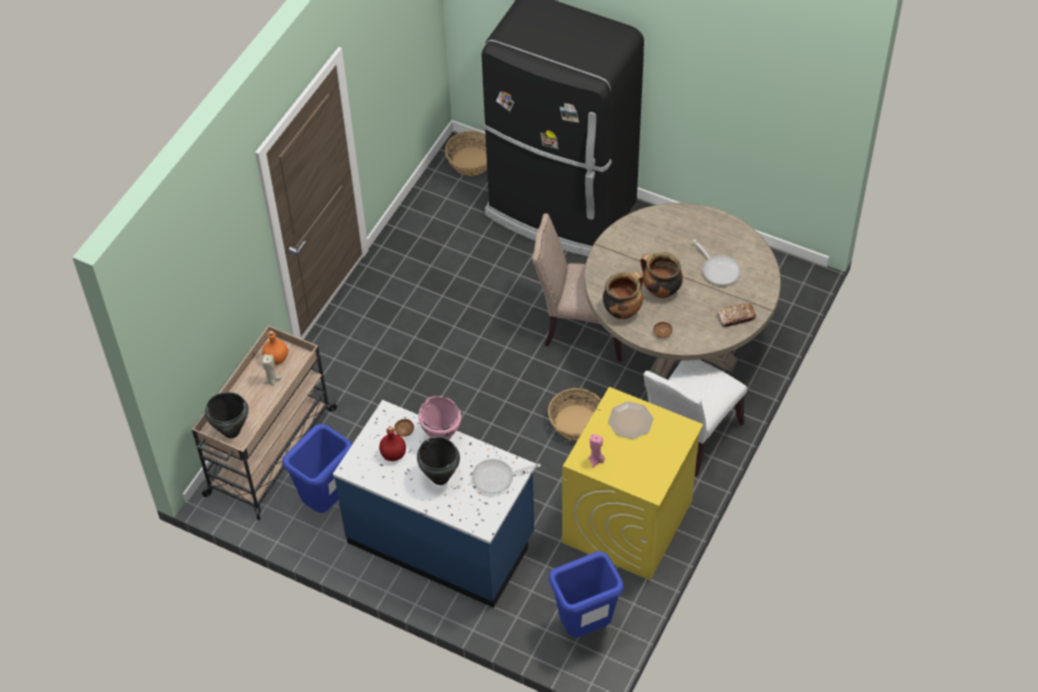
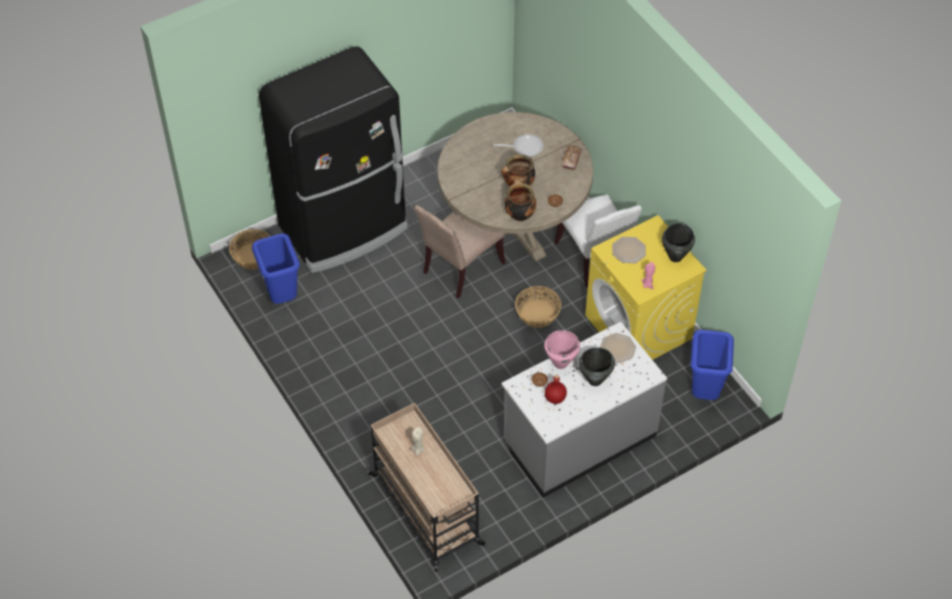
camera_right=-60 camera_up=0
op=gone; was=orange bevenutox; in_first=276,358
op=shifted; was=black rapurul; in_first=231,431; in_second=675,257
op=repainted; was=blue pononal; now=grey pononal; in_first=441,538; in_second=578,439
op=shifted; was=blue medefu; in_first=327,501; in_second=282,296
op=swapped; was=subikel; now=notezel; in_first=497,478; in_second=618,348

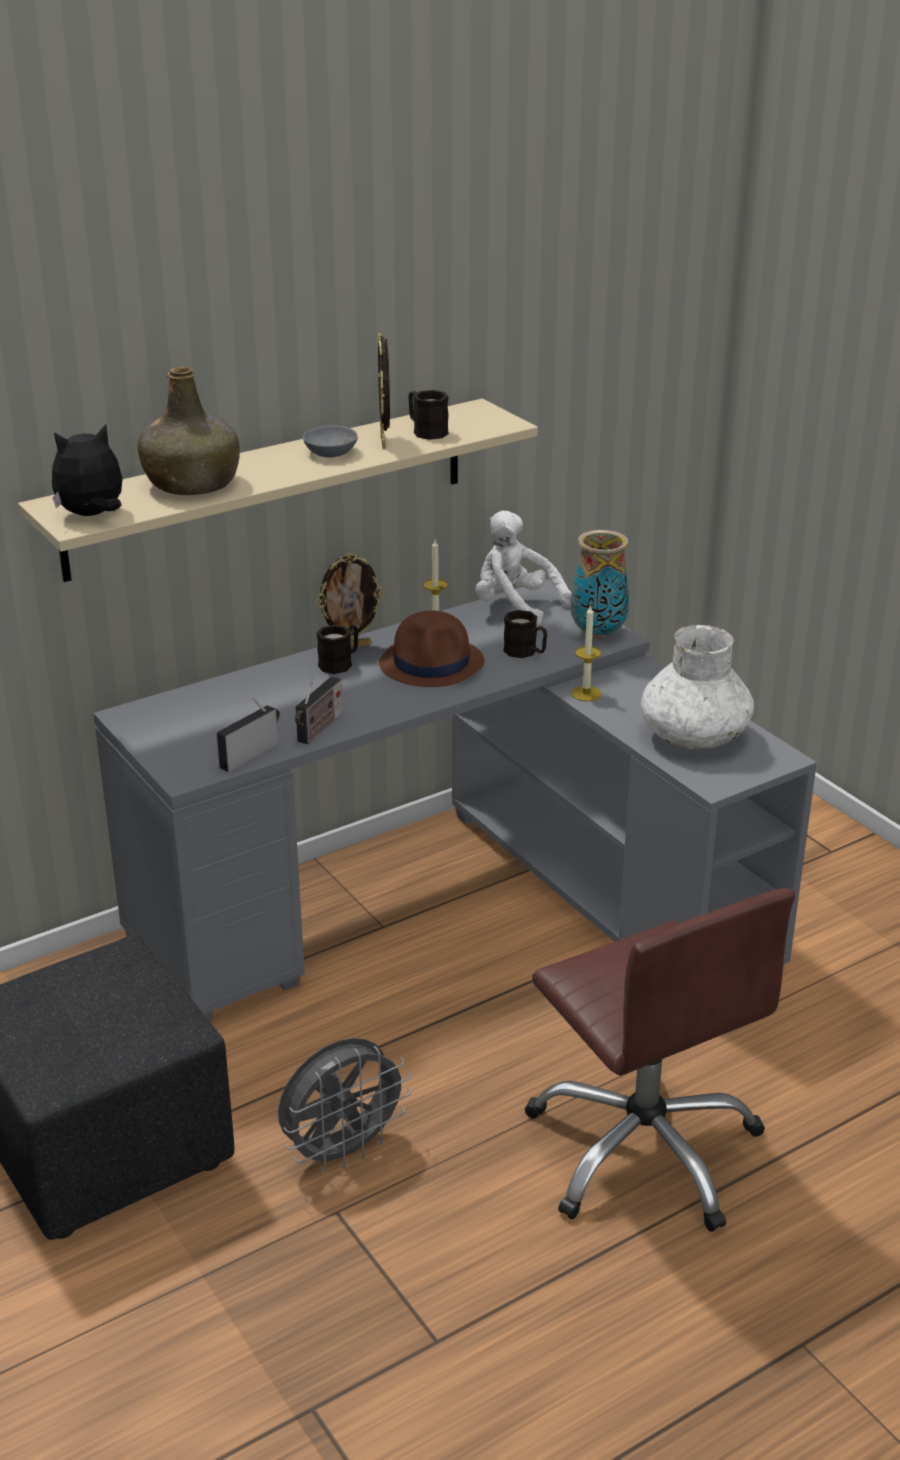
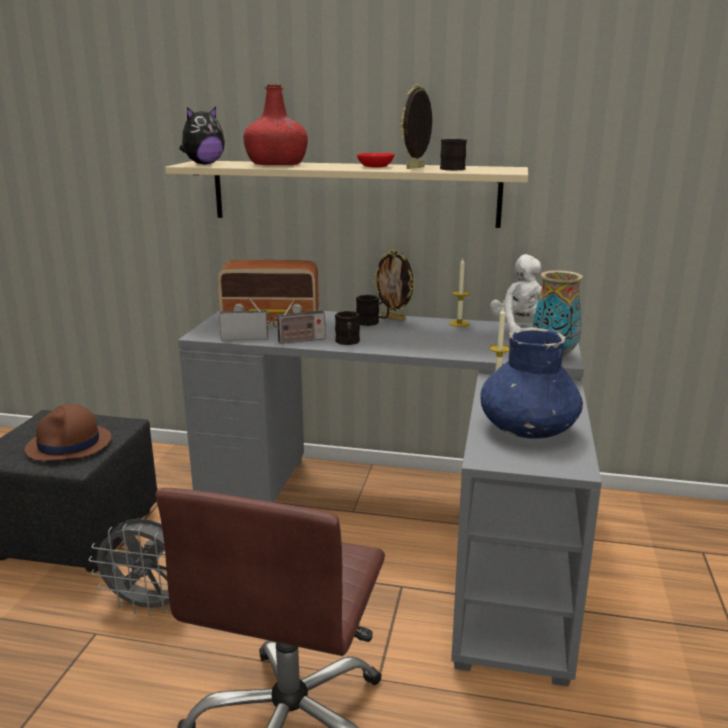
camera_right=45 camera_up=-10
op=repainted; was=green bevenutox; now=red bevenutox; in_first=192,483; in_second=277,164
op=rotated; was=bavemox; in_first=92,515; in_second=203,164; clockwise=120
op=repainted; was=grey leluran; now=red leluran; in_first=329,452; in_second=375,166
op=shifted; was=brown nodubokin; in_first=432,664; in_second=69,445
op=shifted; was=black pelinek; in_first=525,652; in_second=348,342
op=repainted; was=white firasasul; now=blue firasasul; in_first=694,737; in_second=527,429
op=new; now=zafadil; in_second=272,322

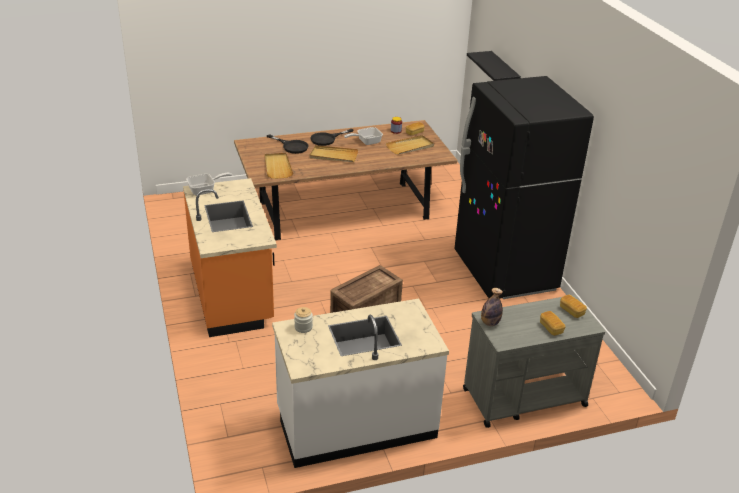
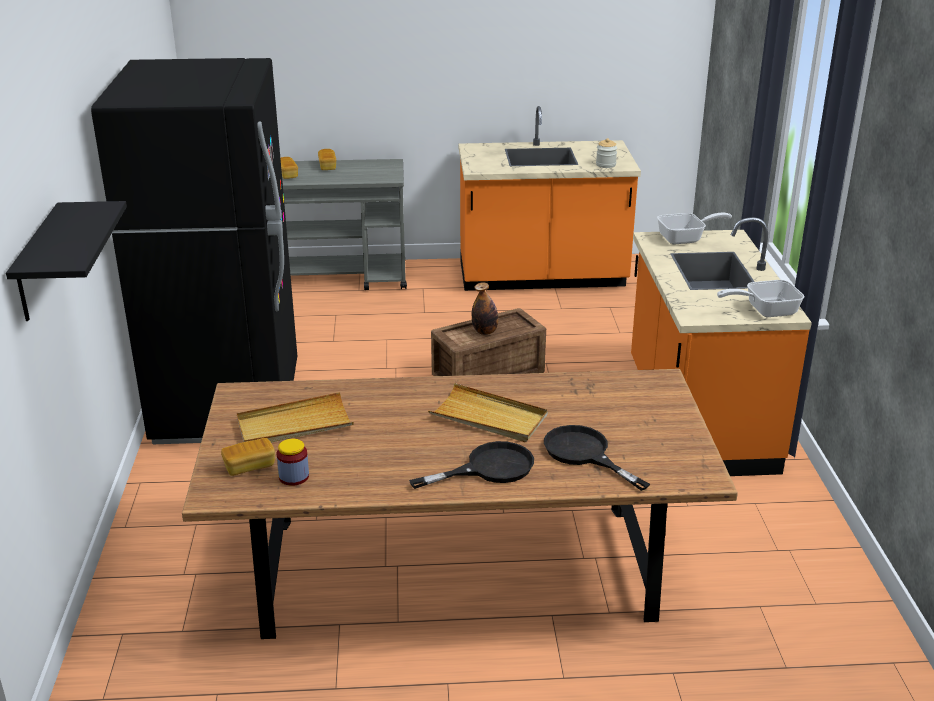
camera_right=-165 camera_up=-5
op=shifted; was=subikel; in_first=366,142; in_second=685,239
op=gone; was=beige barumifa; in_first=277,167
op=shifted; was=bevenutox; in_first=490,323; in_second=485,332
op=repainted; was=white pononal; now=orange pononal; in_first=356,424; in_second=542,277

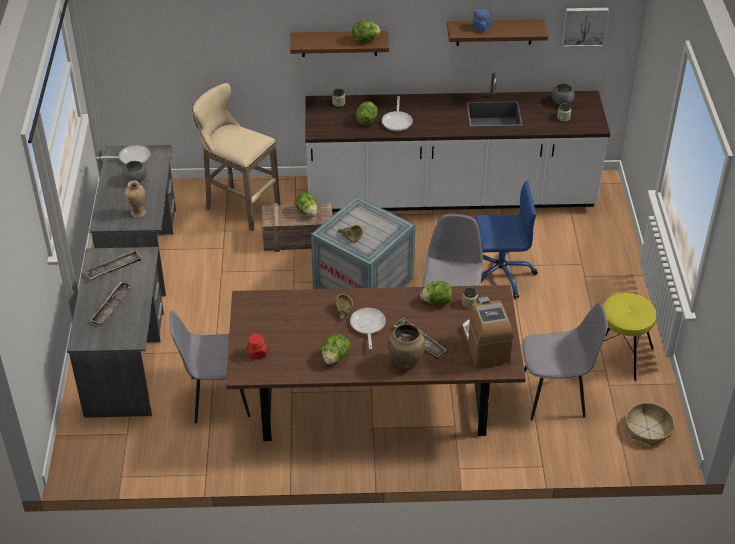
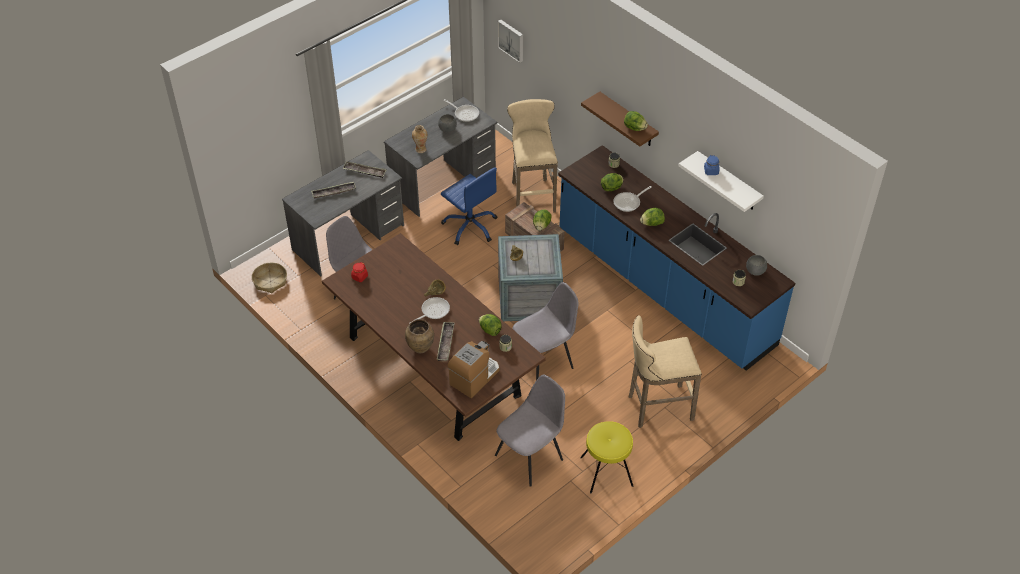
camera_right=50 camera_up=5
op=shifted; was=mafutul; in_first=584,26; in_second=511,40
op=repainted; was=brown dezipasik; now=white dezipasik; in_first=494,32; in_second=728,182
op=repainted; was=white pononal; now=blue pononal; in_first=450,196; in_second=663,288
op=shifted; was=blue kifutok; in_first=500,274; in_second=470,226
op=rotated; was=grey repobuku; in_first=555,395; in_second=530,456; clockwise=-90
op=shifted; was=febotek; in_first=335,357; in_second=652,223
op=shifted; was=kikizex; in_first=647,429; in_second=270,281
op=new; now=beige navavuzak; in_second=657,407

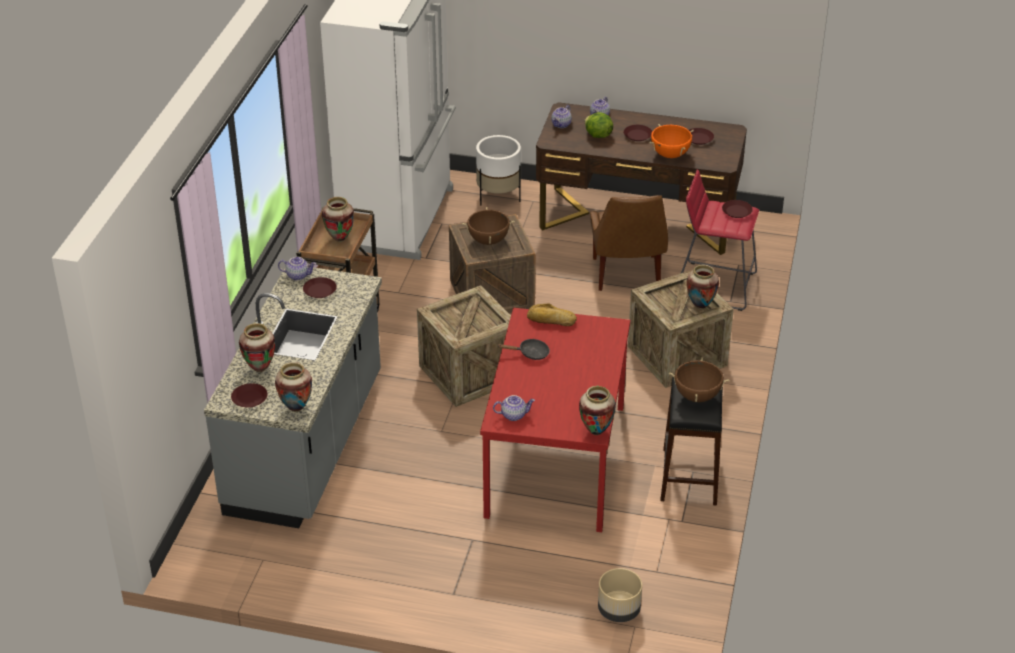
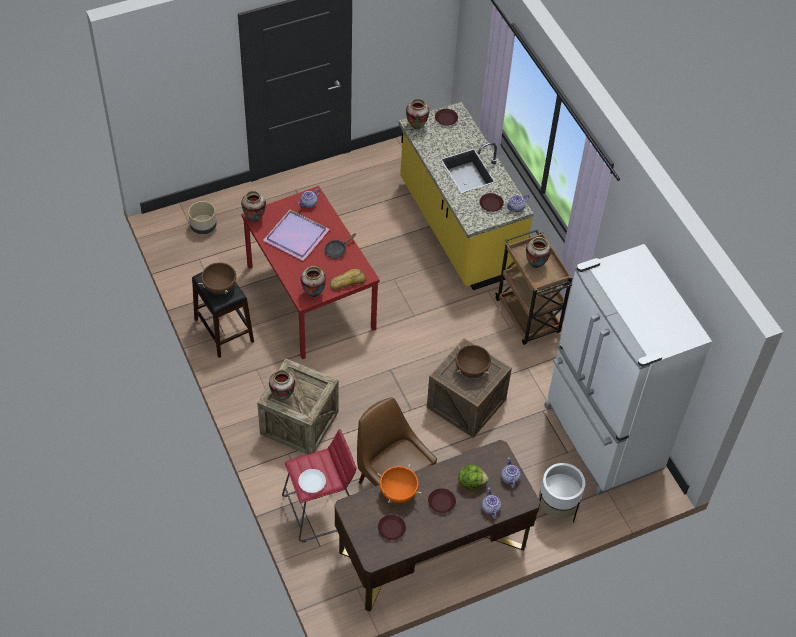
camera_right=140 camera_up=15
op=repainted; was=brown notezel; now=white notezel; in_first=736,211; in_second=312,482
op=repainted; was=grey pononal; now=yellow pononal; in_first=307,445; in_second=458,228
op=gone; was=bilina; in_first=468,373
op=shifted; was=firasasul; in_first=260,368; in_second=313,294
op=new; now=purple barumifa; in_second=296,237

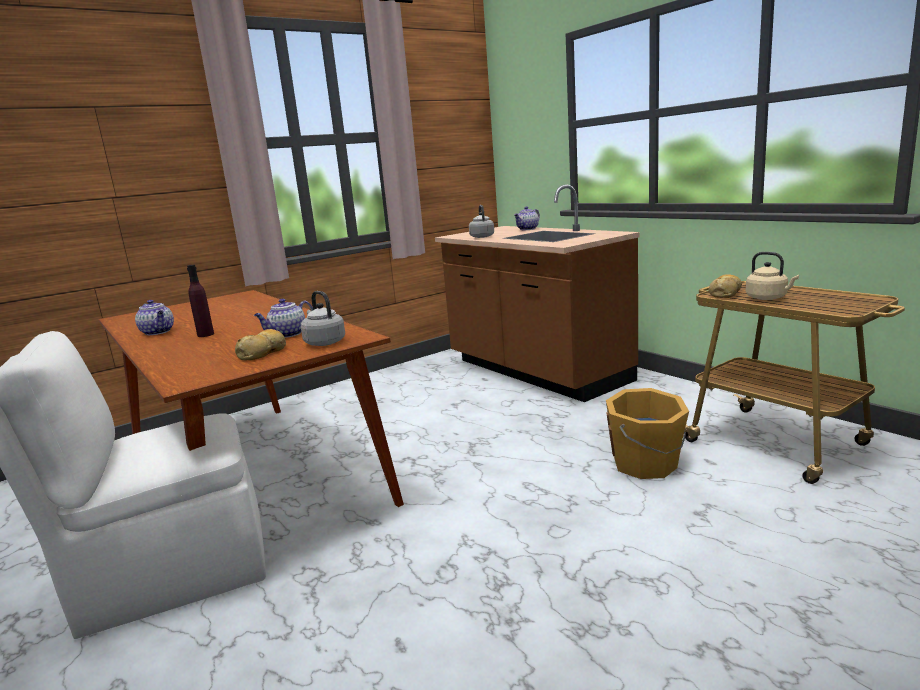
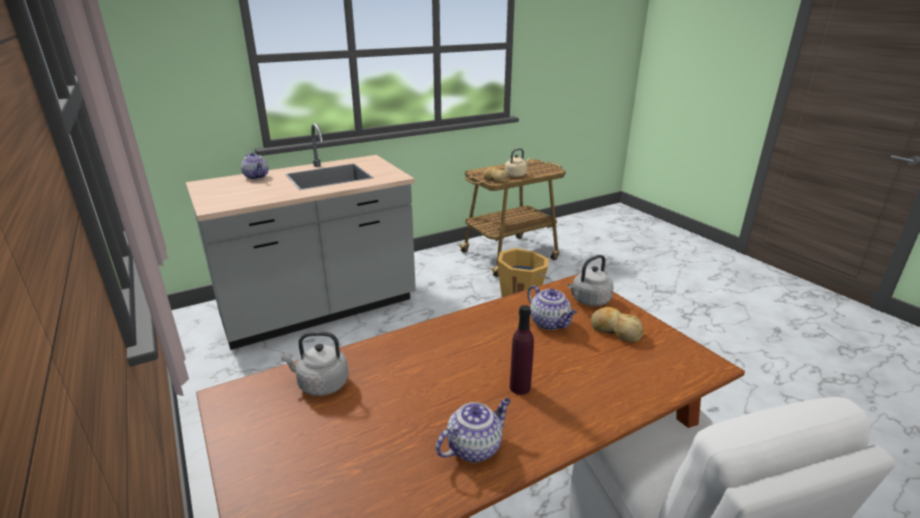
camera_right=-85 camera_up=10
op=repainted; was=brown pononal; now=grey pononal; in_first=536,371; in_second=319,310
op=shifted; was=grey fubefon; in_first=481,236; in_second=320,384

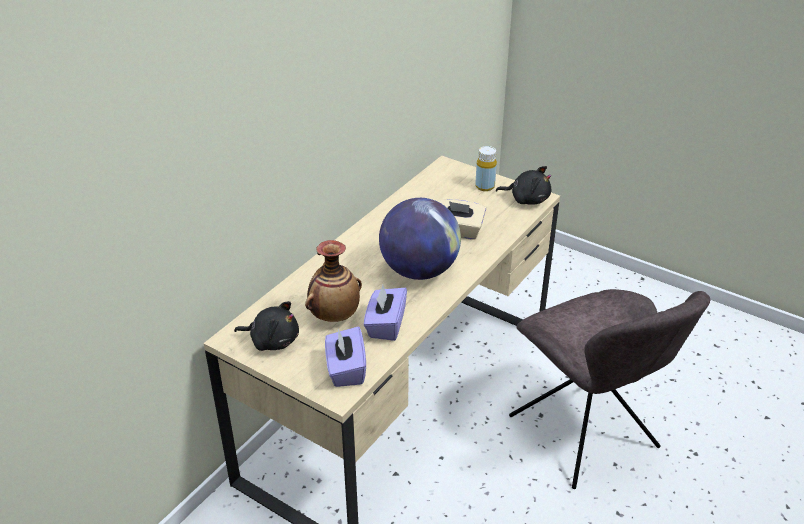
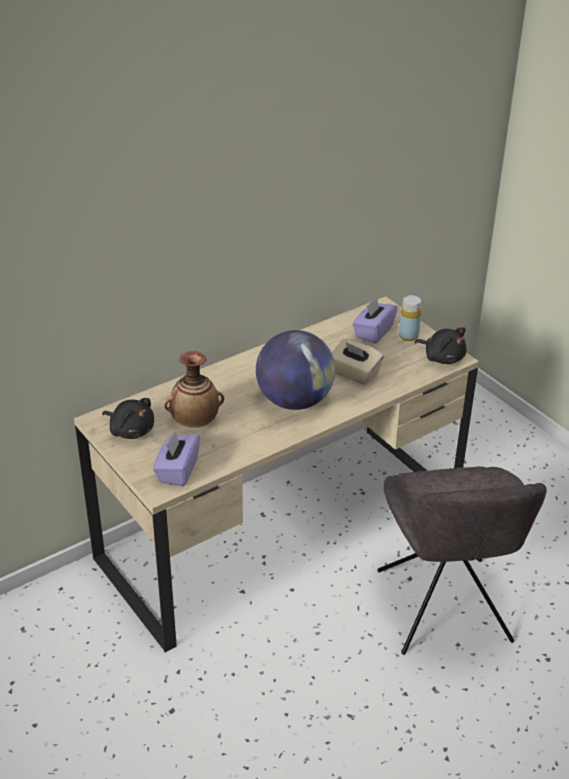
camera_right=20 camera_up=0
op=shifted; was=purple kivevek; in_first=385,325; in_second=373,332

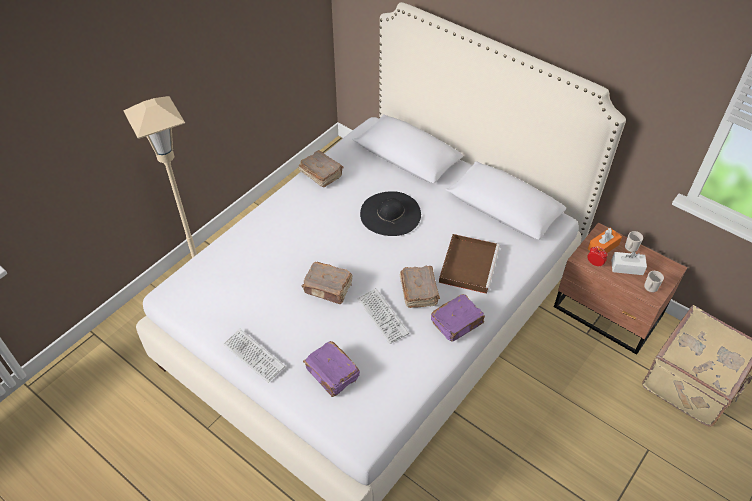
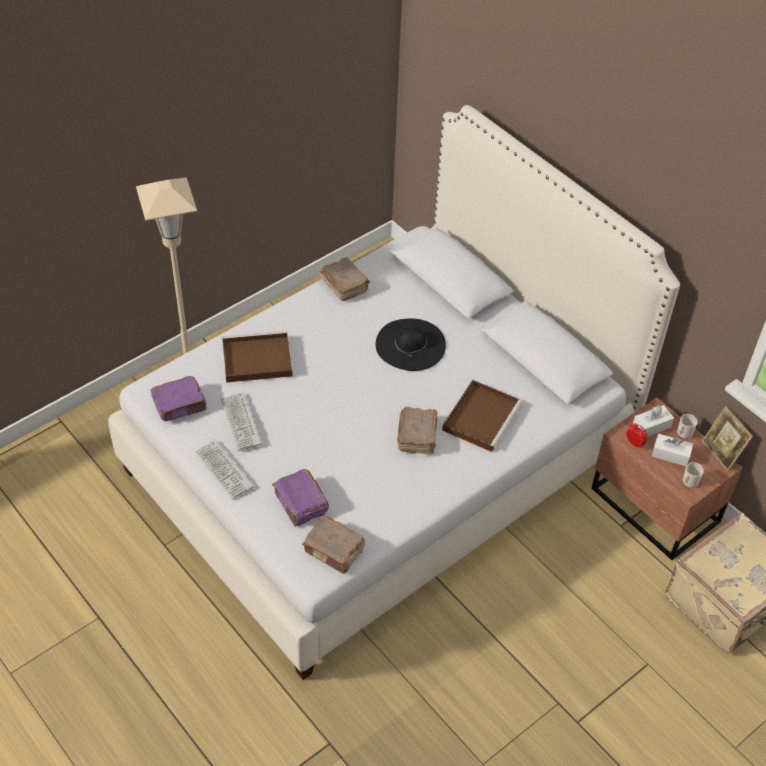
camera_right=10 camera_up=0
op=repainted; was=orange kivevek; now=white kivevek; in_first=603,247; in_second=651,426
op=shifted; was=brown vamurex; in_first=328,288; in_second=334,551
op=shifted; was=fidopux; in_first=382,316; in_second=241,422
op=shifted; was=purple vamurex; in_first=457,323; in_second=180,405
op=new; now=brown barumifa; in_second=255,360
op=new; now=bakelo; in_second=721,453

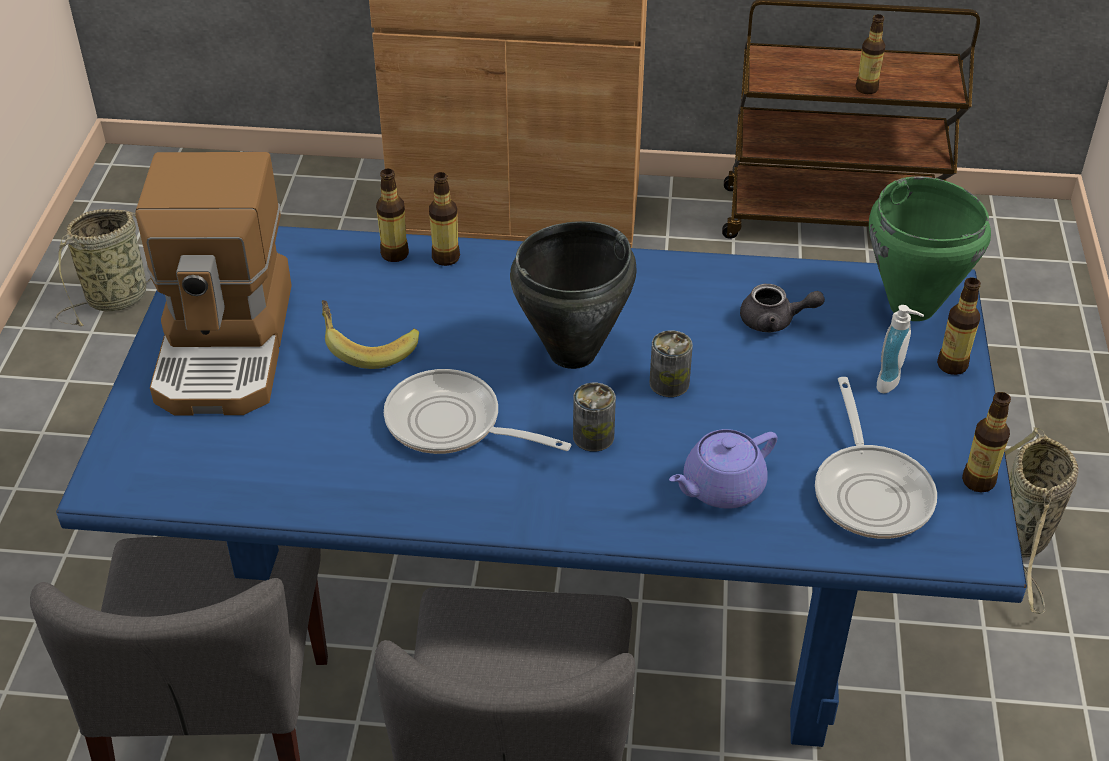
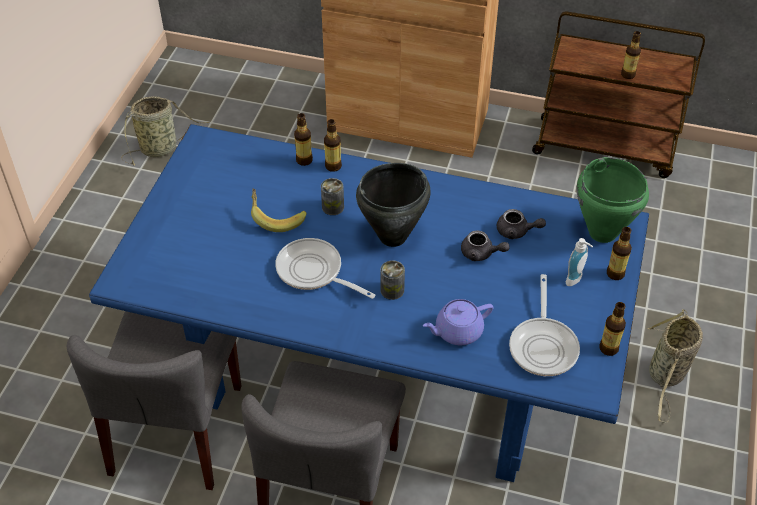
camera_right=10 camera_up=5
op=gone; was=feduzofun; in_first=227,345
op=shifted; was=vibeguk; in_first=669,383; in_second=333,207
op=new; now=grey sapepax; in_second=481,254

